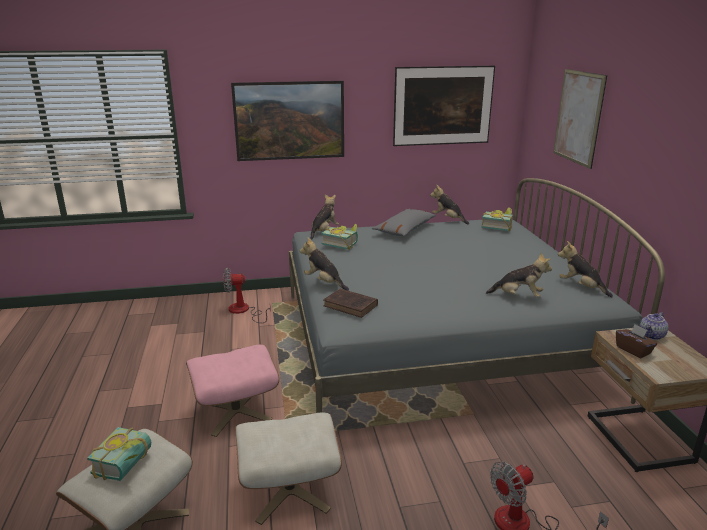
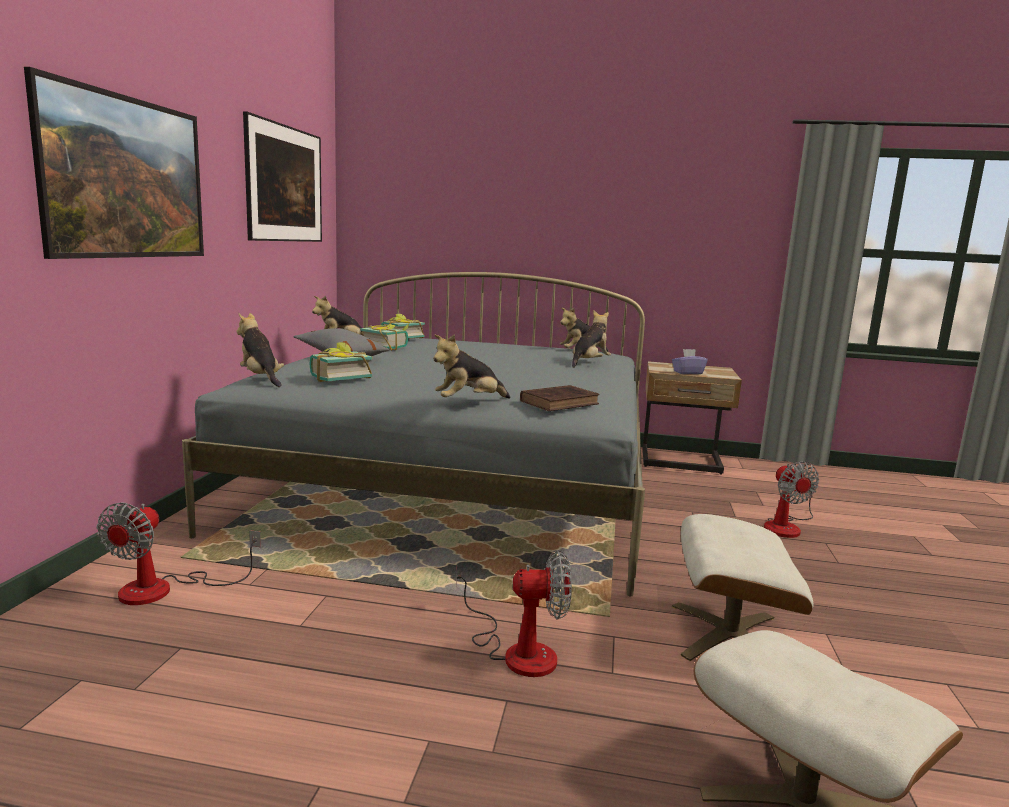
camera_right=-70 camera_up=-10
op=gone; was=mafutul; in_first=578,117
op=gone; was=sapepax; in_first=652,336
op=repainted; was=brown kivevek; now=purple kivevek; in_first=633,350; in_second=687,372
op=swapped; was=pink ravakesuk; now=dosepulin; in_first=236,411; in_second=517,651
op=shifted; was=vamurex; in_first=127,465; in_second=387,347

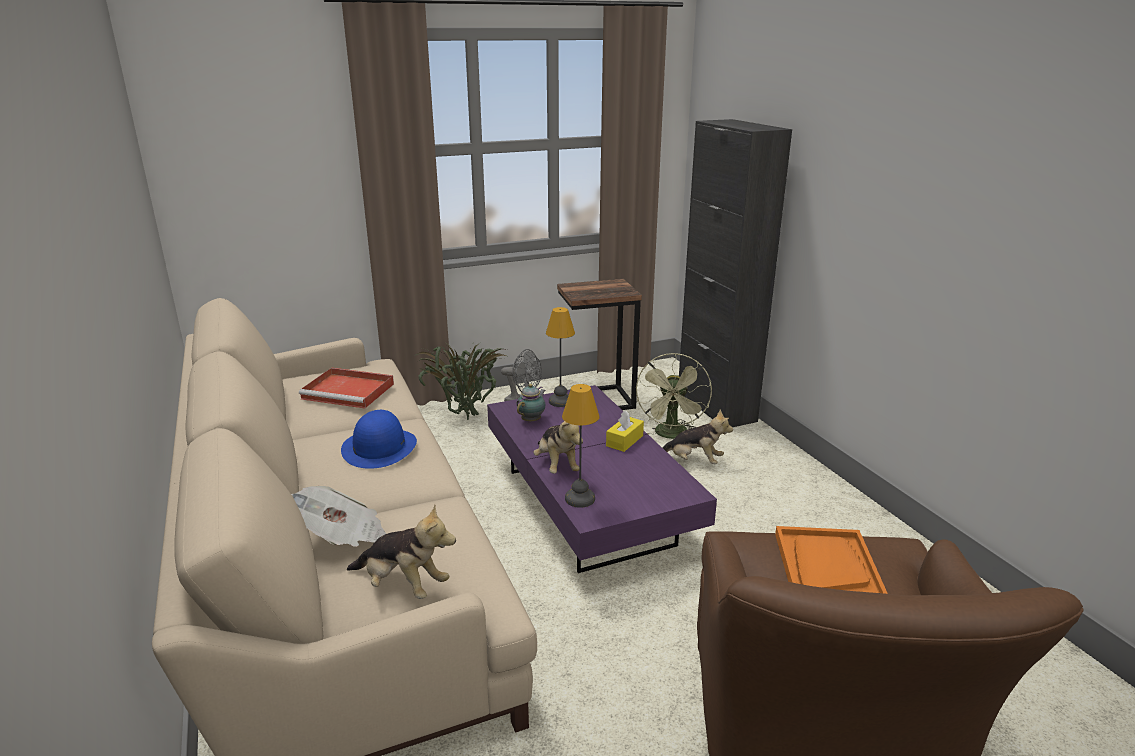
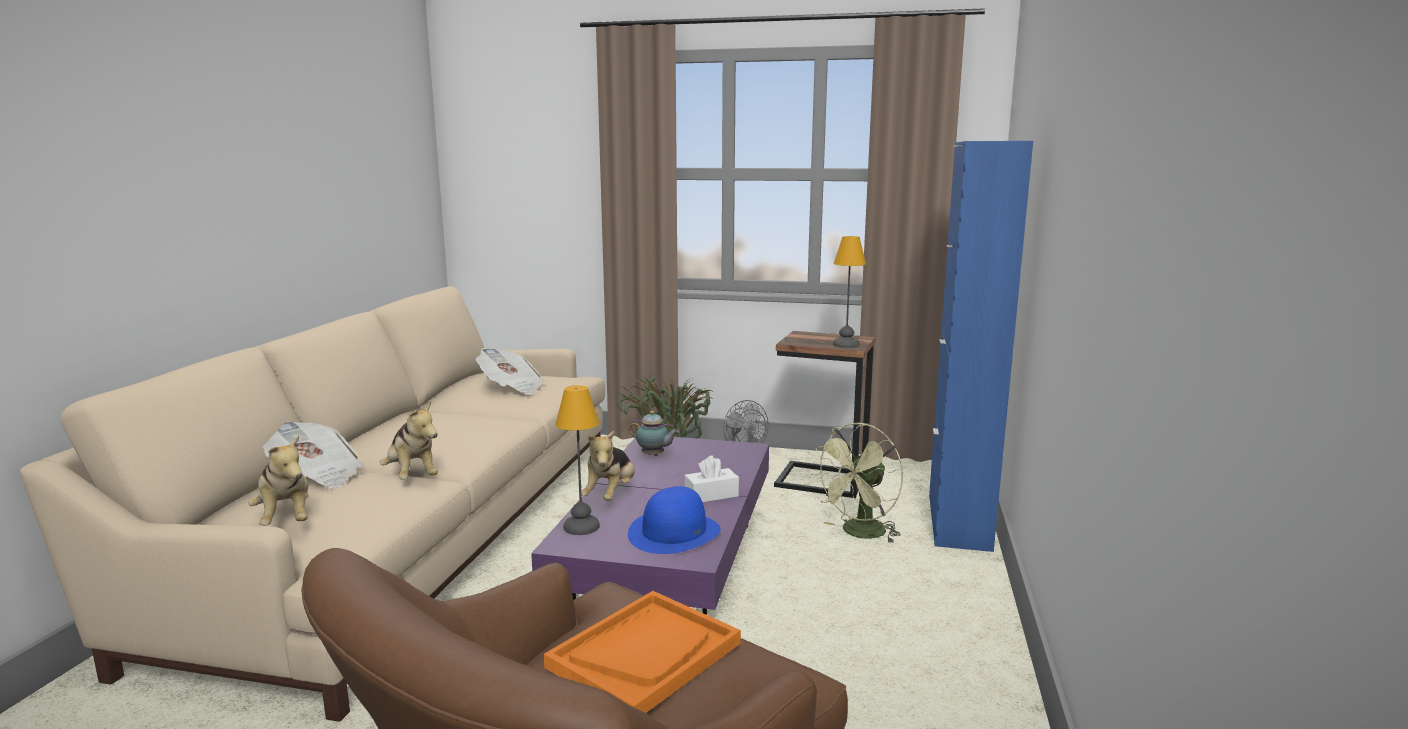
camera_right=35 camera_up=-10
op=repainted; was=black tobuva; now=blue tobuva; in_first=716,407; in_second=958,522
op=shifted; was=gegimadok; in_first=561,401; in_second=846,344
op=swapped; was=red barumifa; now=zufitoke; in_first=350,391; in_second=512,388
op=rotated; was=sapepax; in_first=532,420; in_second=654,455; clockwise=45
op=shifted; was=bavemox; in_first=693,461; in_second=411,476
op=shifted; was=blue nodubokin; in_first=379,447; in_second=674,532
op=repainted; was=yellow kivevek; now=white kivevek; in_first=624,441; in_second=711,495

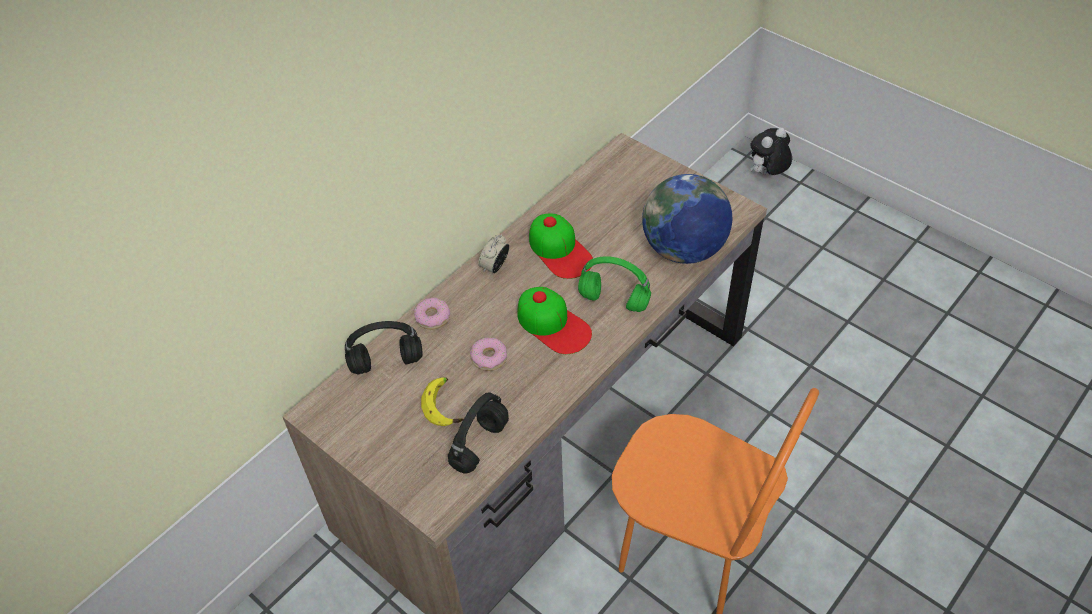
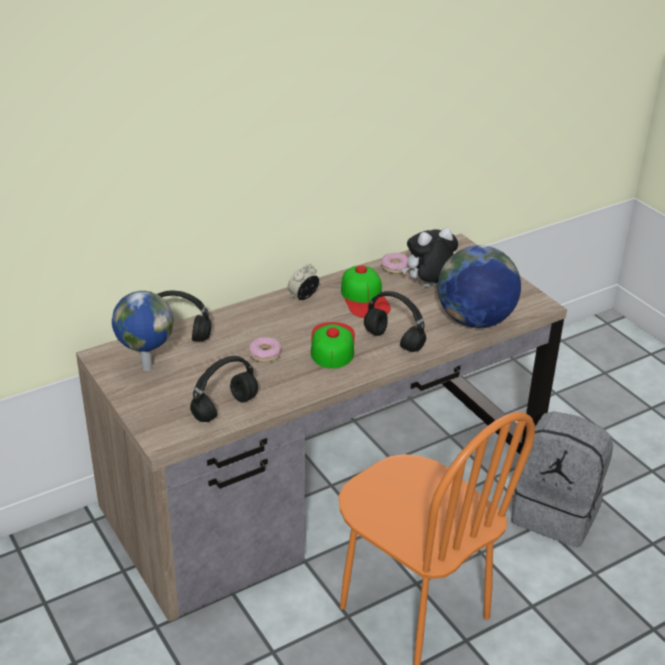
camera_right=15 camera_up=-15
op=shifted; was=bavemox; in_first=767,174; in_second=429,287
op=repainted; was=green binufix; now=black binufix; in_first=612,301; in_second=392,341
op=rotated; was=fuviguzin; in_first=553,324; in_second=332,344; clockwise=-150
op=shifted; was=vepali; in_first=433,317; in_second=395,267
op=gone; was=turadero; in_first=445,405
op=new; now=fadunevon; in_second=146,367
op=new; now=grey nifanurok; in_second=556,513

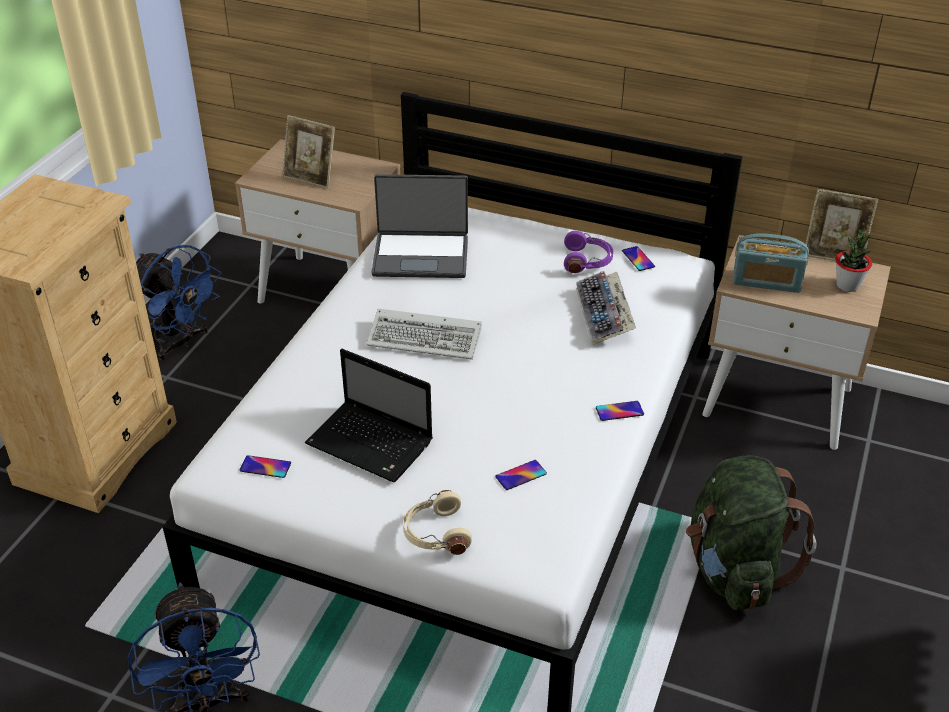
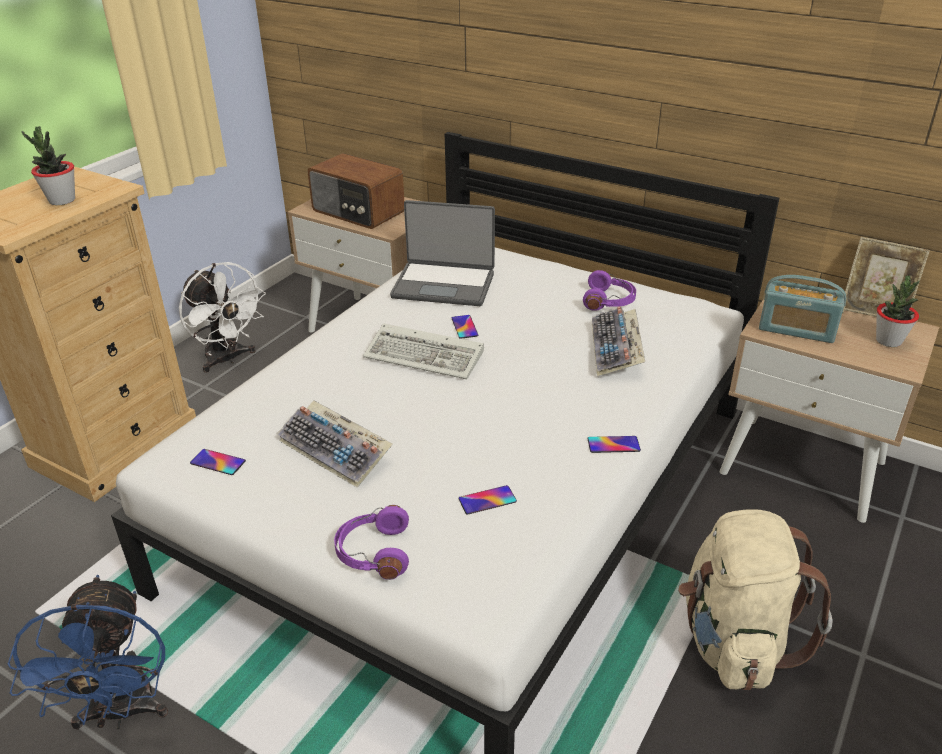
camera_right=10 camera_up=-5
op=swapped; was=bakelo; now=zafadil; in_first=310,178; in_second=357,212
op=repainted; was=blue dosepulin; now=white dosepulin; in_first=181,343; in_second=228,359
op=shifted; was=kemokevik; in_first=638,259; in_second=464,327
op=swapped; was=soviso; now=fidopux; in_first=372,444; in_second=337,451
op=repainted; was=green nifanurok; now=beige nifanurok; in_first=734,570; in_second=734,641
op=repainted; was=beige binufix; now=purple binufix; in_first=435,533; in_second=373,553
op=new; now=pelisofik; in_second=62,200

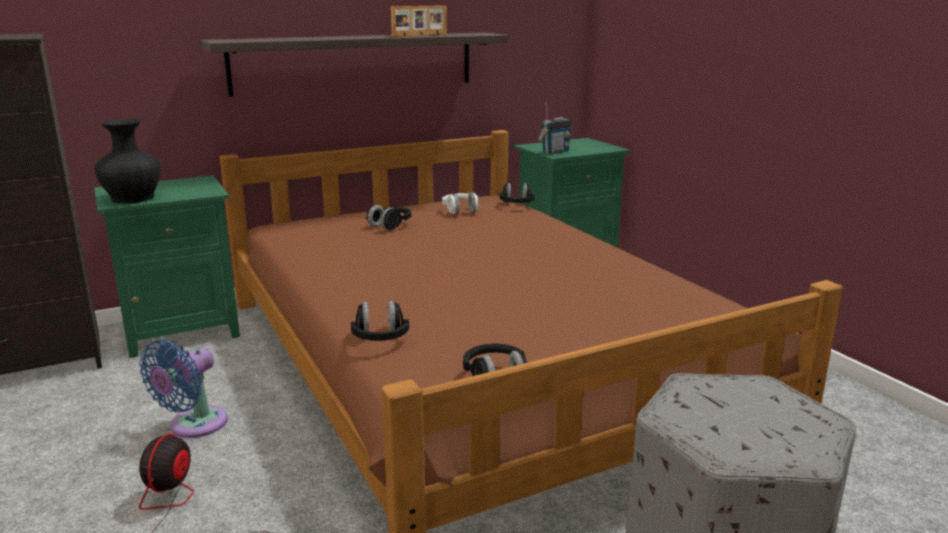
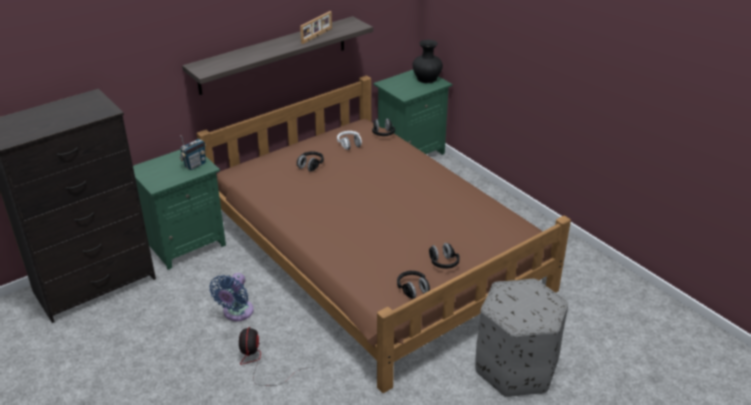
camera_right=-10 camera_up=15
op=shifted; was=zafadil; in_first=555,152; in_second=195,165
op=shifted; was=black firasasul; in_first=132,198; in_second=427,79
op=shifted; was=black binufix; in_first=380,338; in_second=443,263

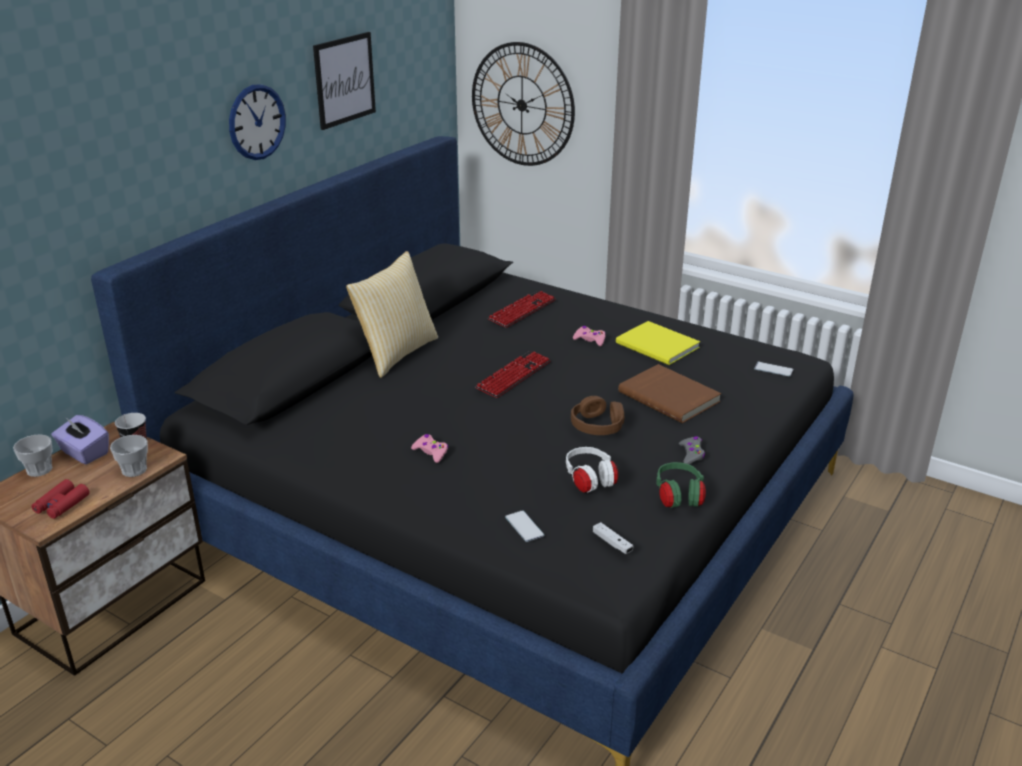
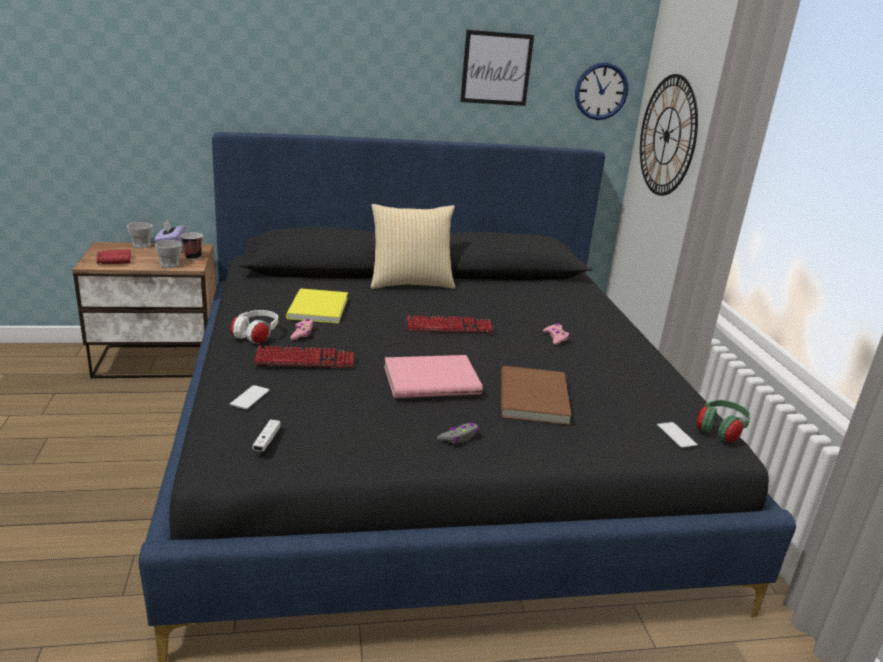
camera_right=45 camera_up=-5
op=shifted; was=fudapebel; in_first=257,122; in_second=601,91
op=shifted; was=fidopux; in_first=522,310; in_second=305,360
op=shifted; was=yellow vamurex; in_first=658,346; in_second=316,309
op=swapped; was=brown binufix; now=pink vamurex; in_first=597,425; in_second=431,379
op=shifted; was=white binufix; in_first=590,481; in_second=256,336
op=shifted; was=green binufix; in_first=679,497; in_second=720,431

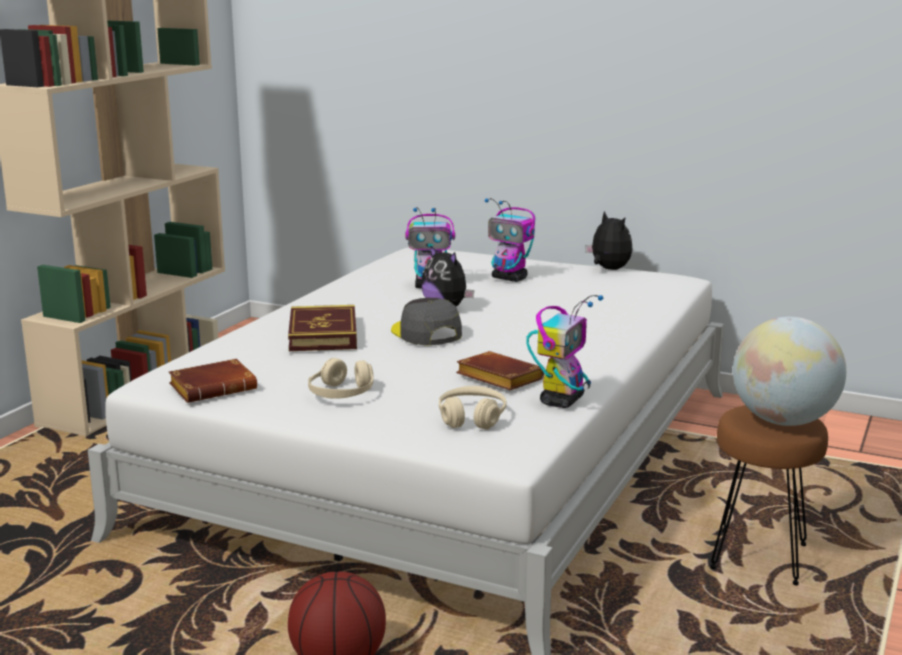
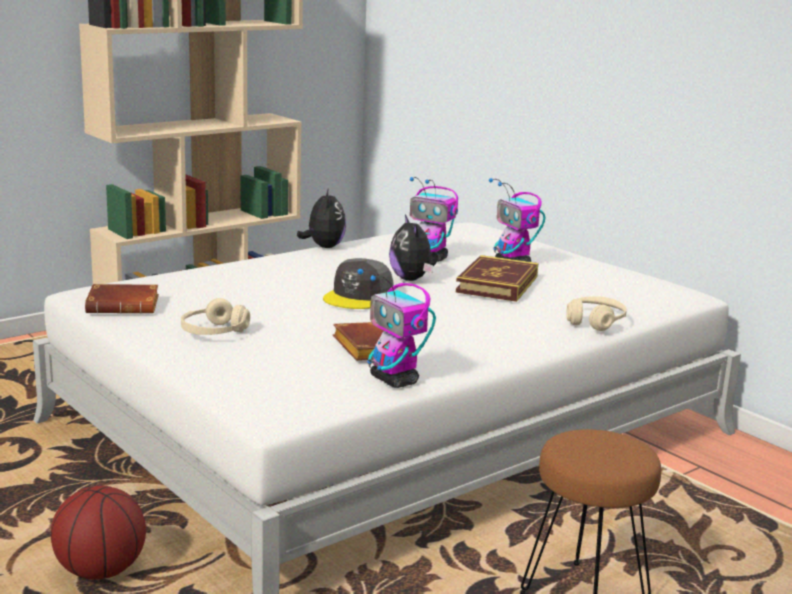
camera_right=25 camera_up=0
op=shifted; was=bavemox; in_first=608,269; in_second=323,247
op=rotated; was=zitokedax; in_first=562,400; in_second=395,380; clockwise=90
op=rotated; was=grey fuviguzin; in_first=425,333; in_second=359,296; clockwise=-150
op=shifted; was=vamurex; in_first=323,334; in_second=497,284
op=gone; was=fadunevon; in_first=783,421
op=shifted; was=beige binufix; in_first=472,418; in_second=594,321

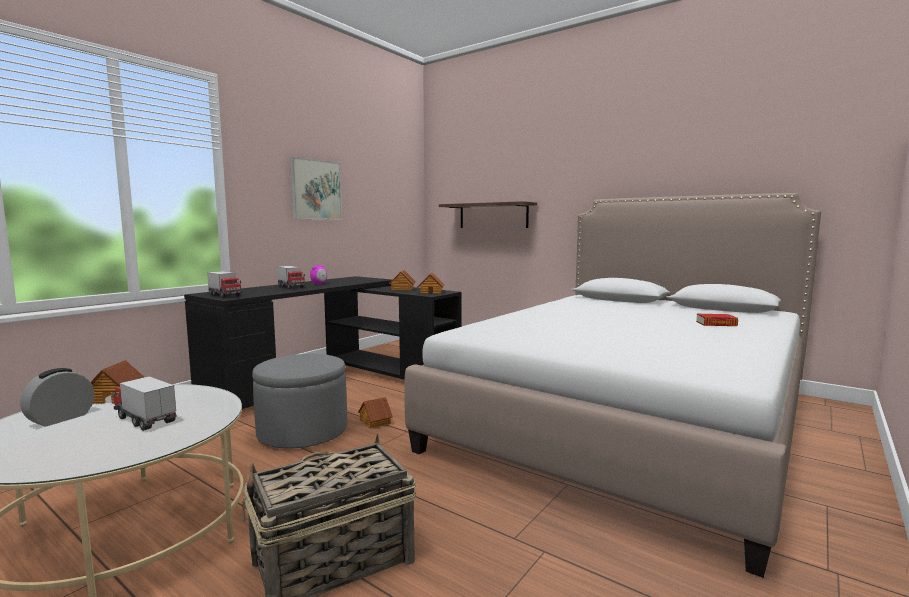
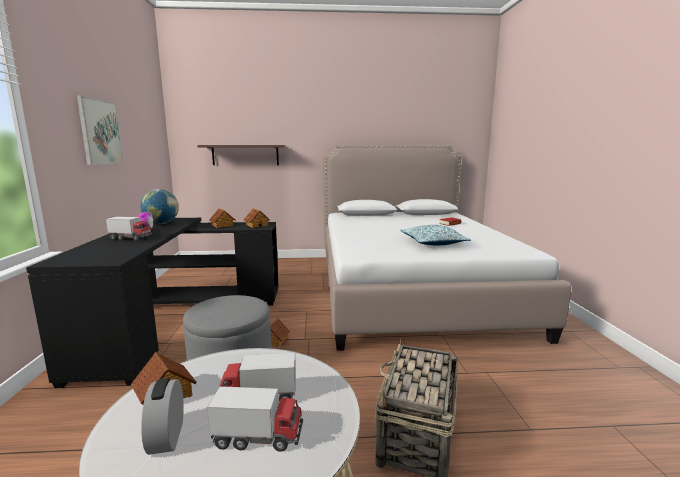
camera_right=-40 camera_up=5
op=shifted; was=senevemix; in_first=225,295; in_second=258,438
op=new; now=fadunevon; in_second=161,223
op=new; now=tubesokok; in_second=433,243

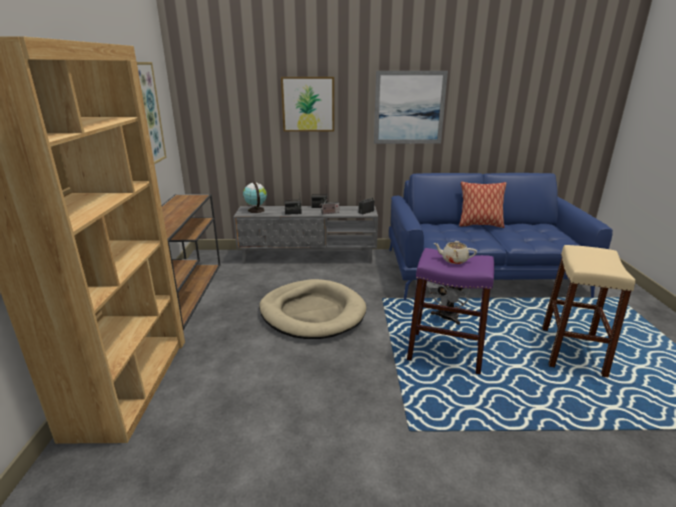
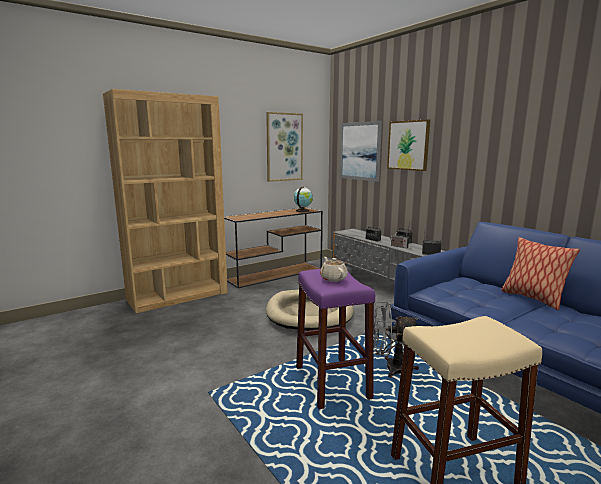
camera_right=55 camera_up=-10
op=shifted; was=mafutul; in_first=409,108; in_second=359,151
op=shifted; was=fadunevon; in_first=256,210; in_second=302,210

